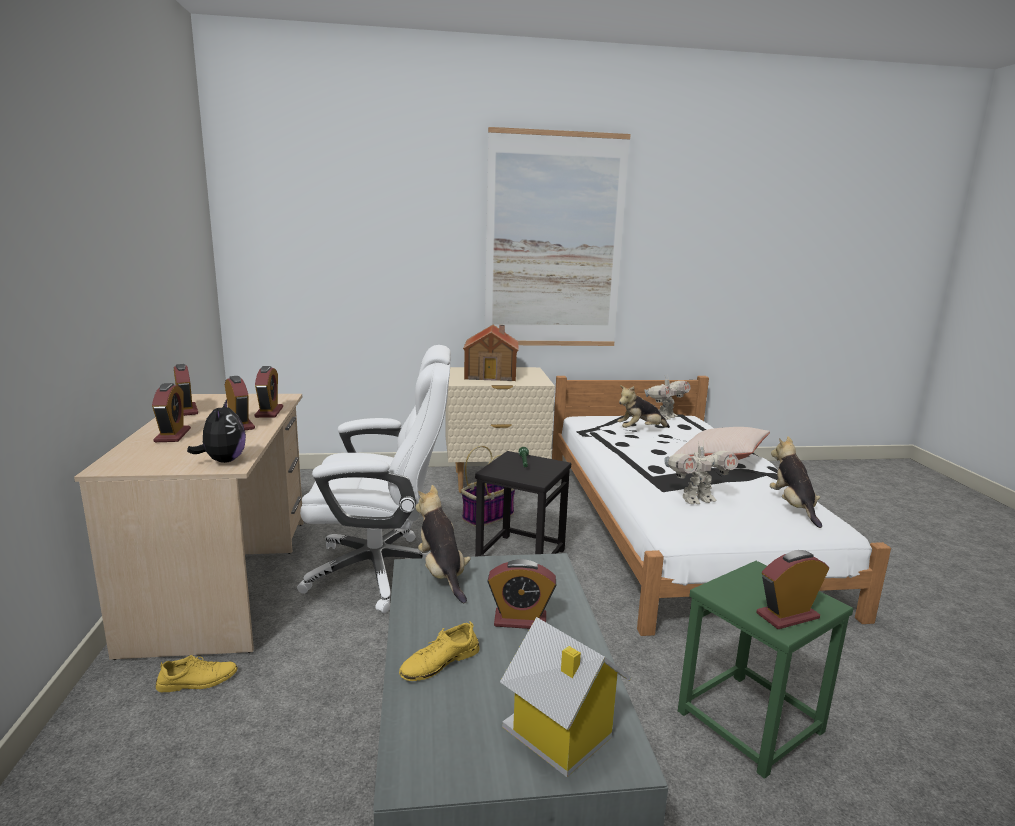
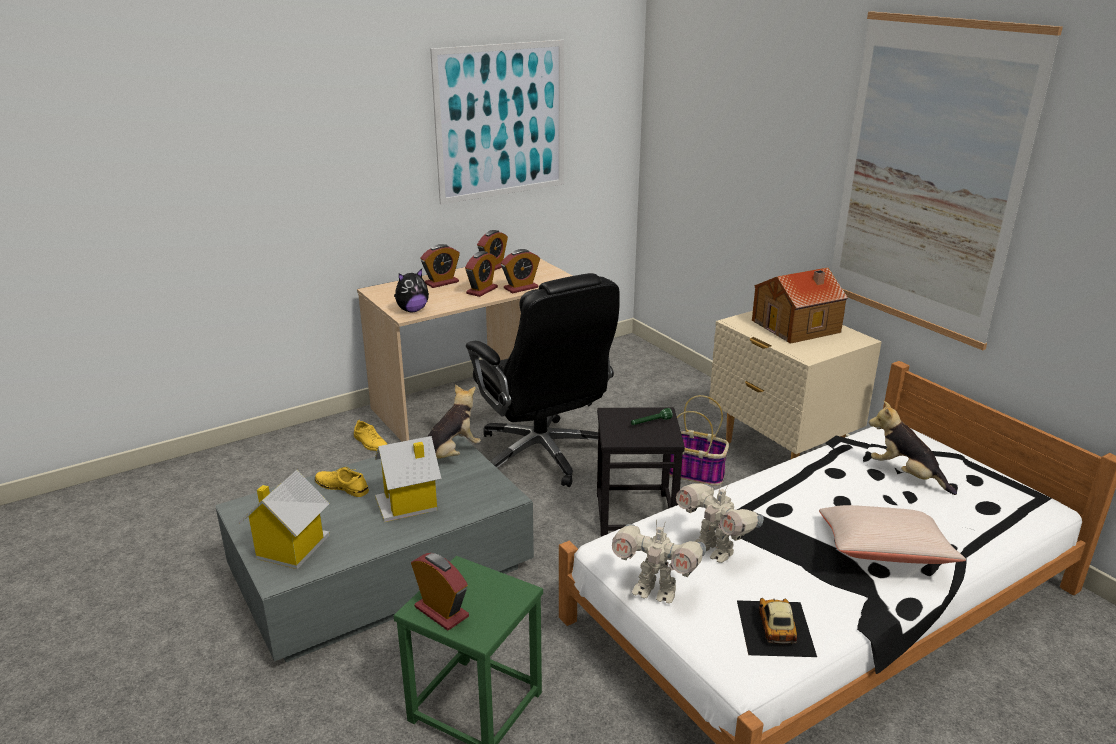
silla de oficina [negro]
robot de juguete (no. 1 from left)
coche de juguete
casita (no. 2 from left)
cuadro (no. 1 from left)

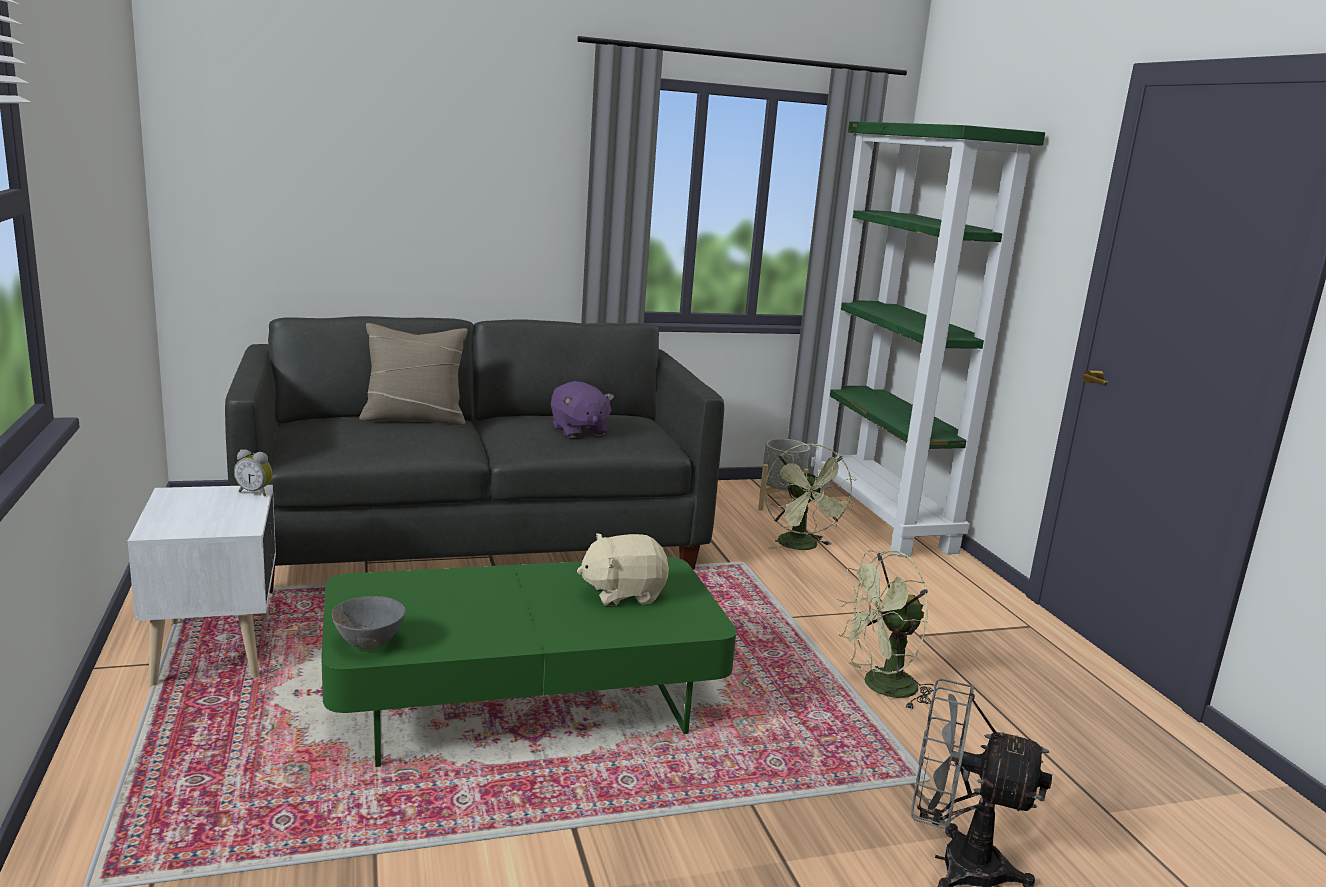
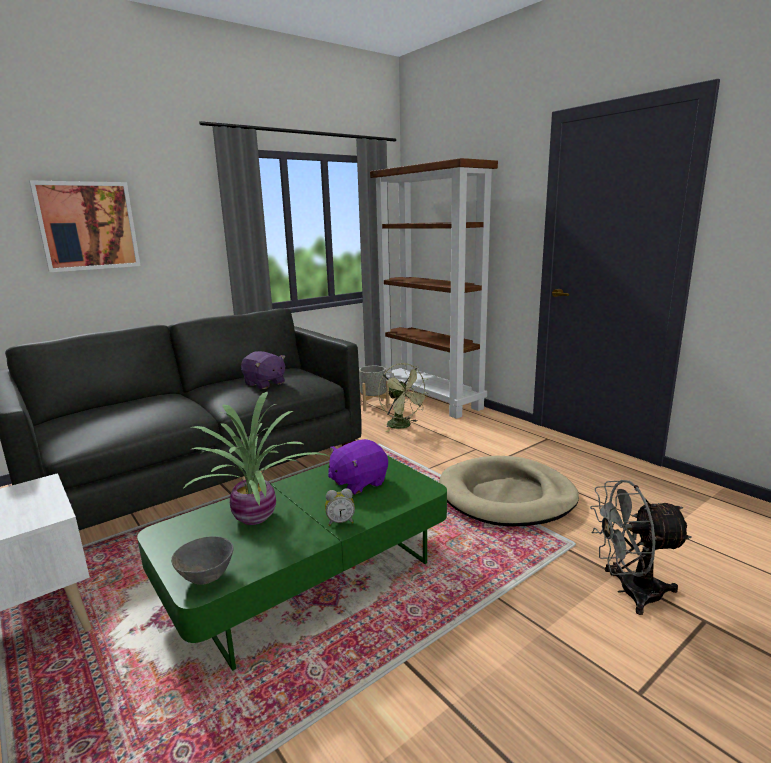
estantería [marrón]
cojín [beis]
despertador
peluche [morado] (no. 2 from left)
cama para perro [beis]
cuadro
planta en maceta

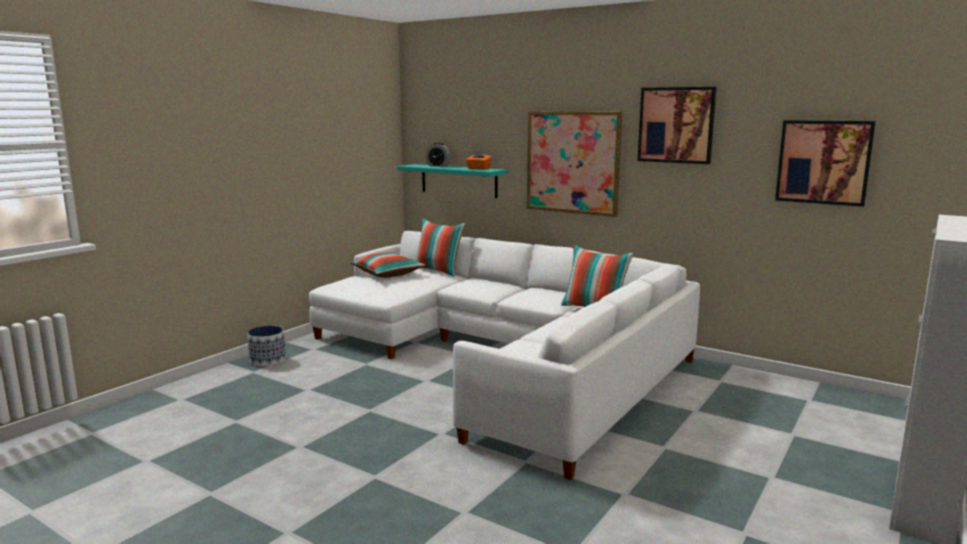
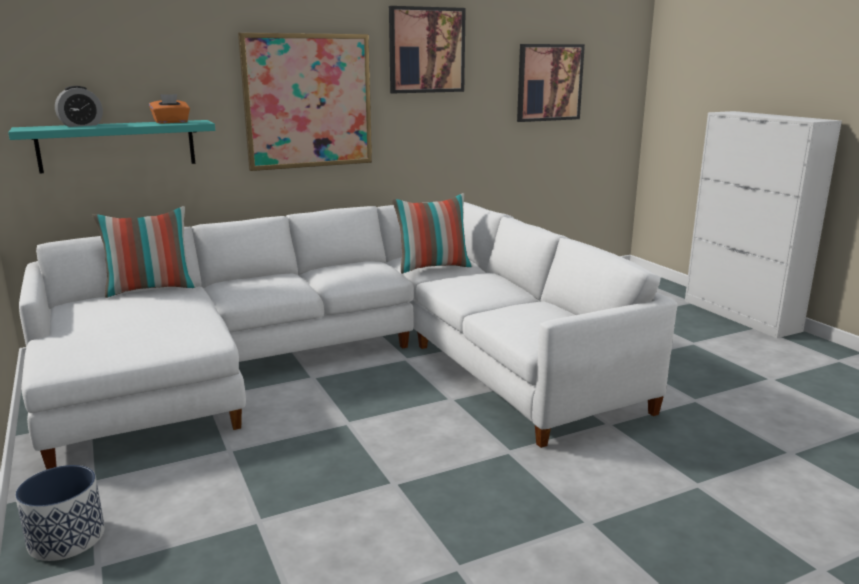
cojín (no. 1 from left in the first image)

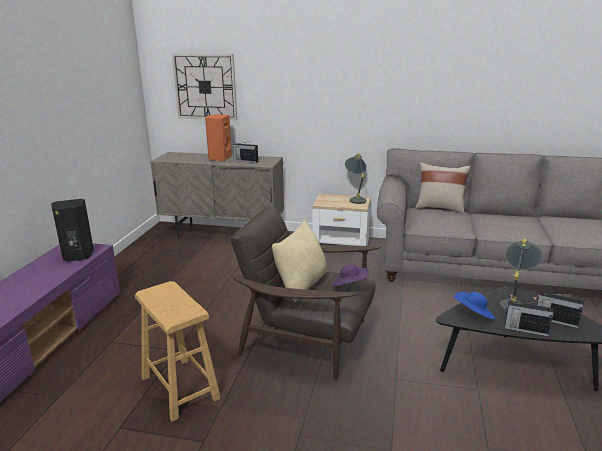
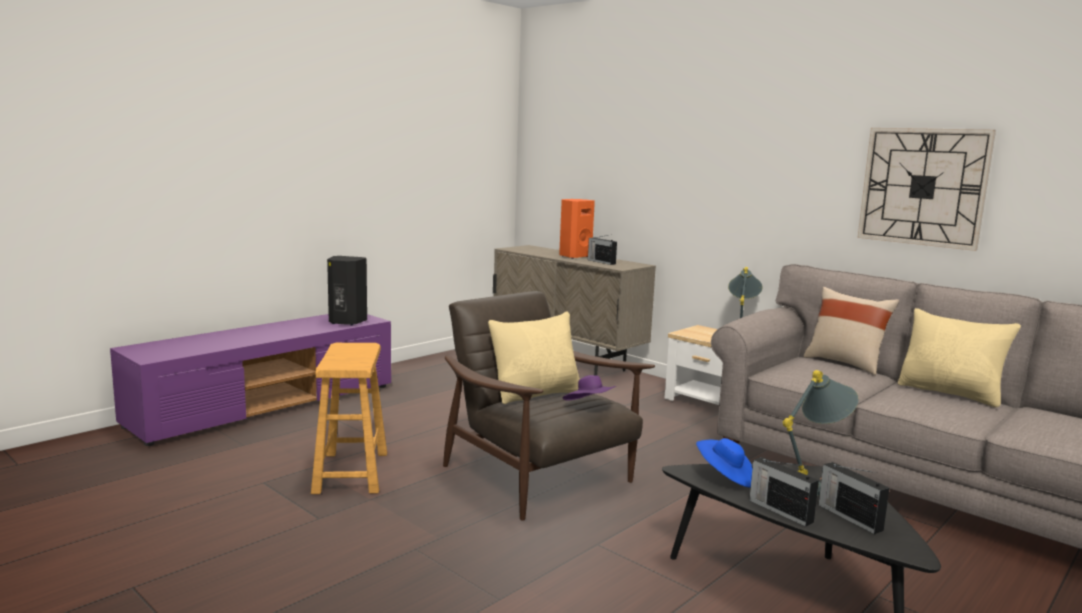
reloj de pared
cojín [beis] (no. 3 from left)

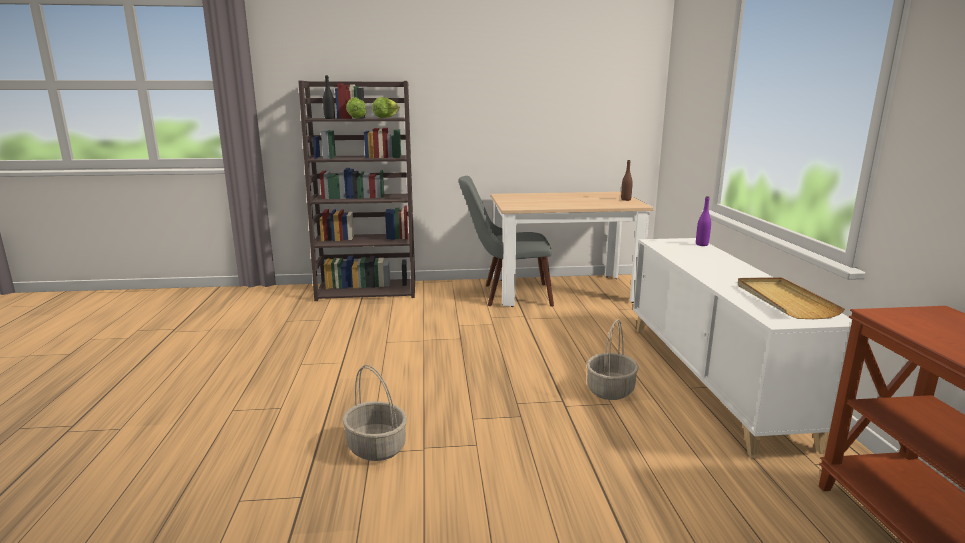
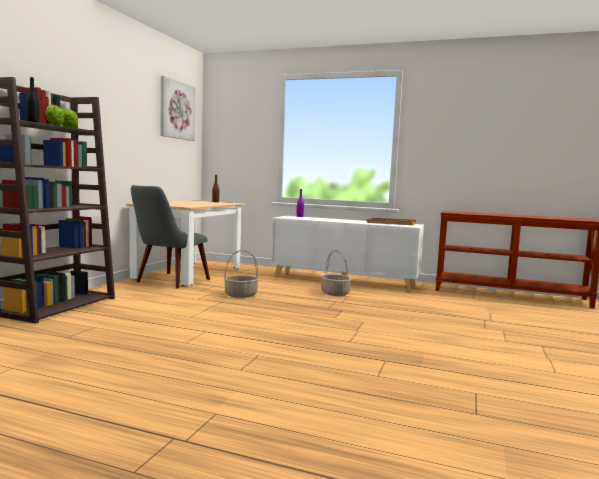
cesta (no. 1 from left)
cuadro

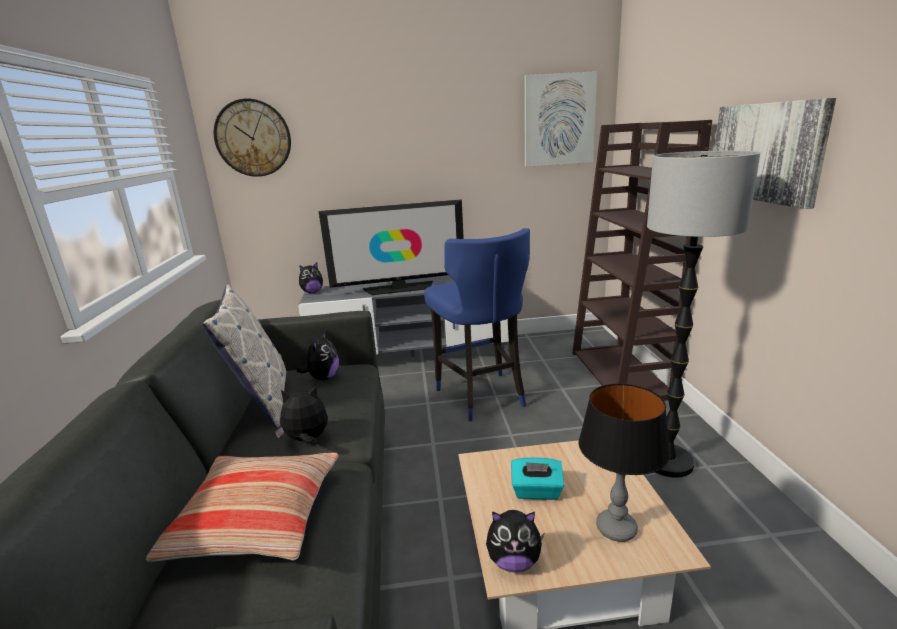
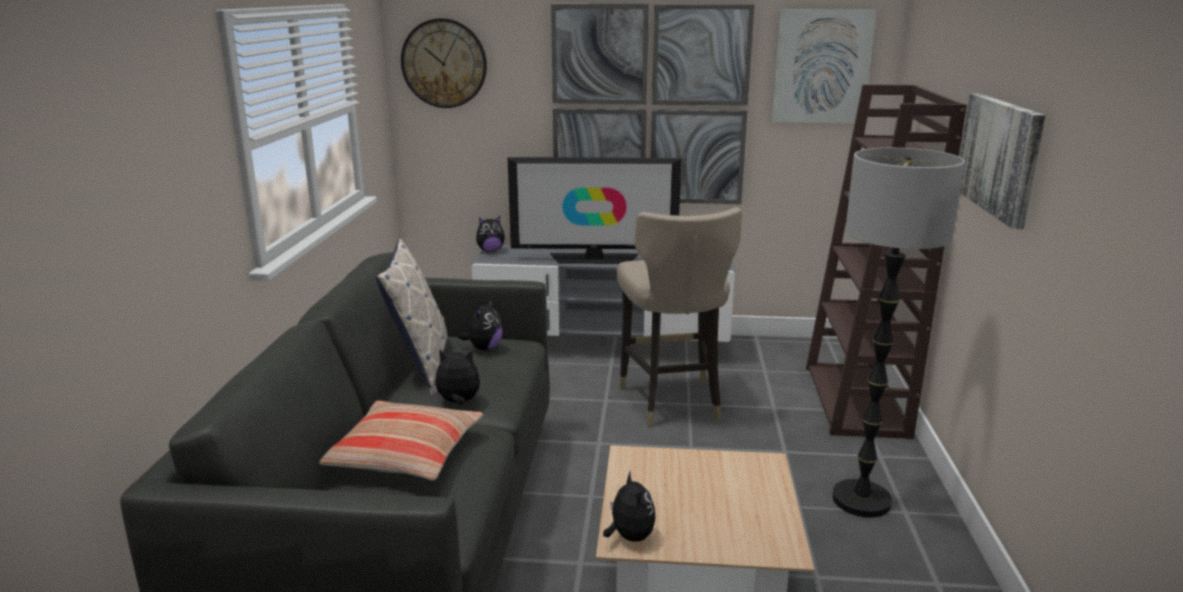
taburete [beis]
lámpara de mesa
caja de pañuelos [turquesa]
peluche (no. 4 from left)
cuadro (no. 1 from left)

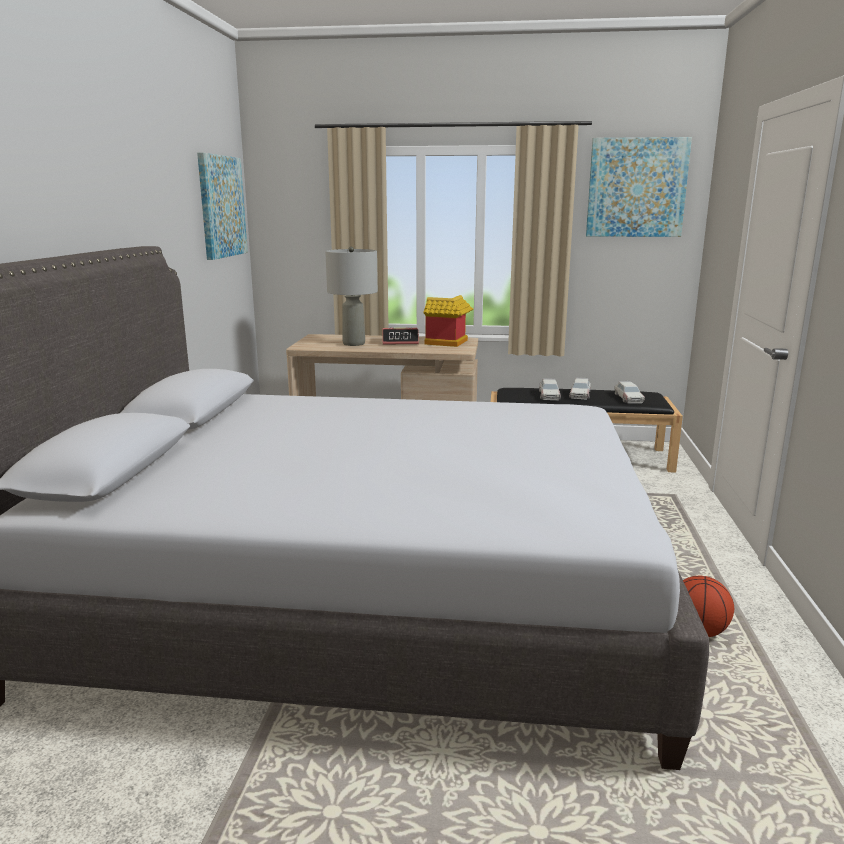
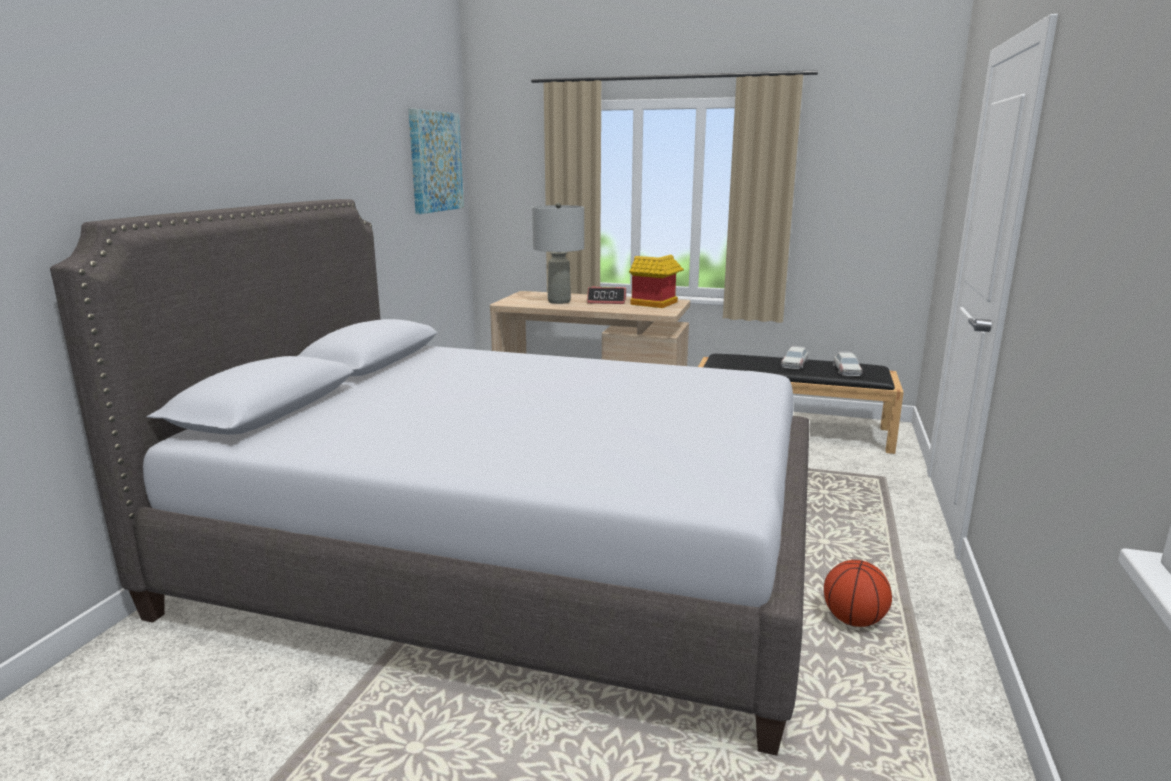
cuadro (no. 2 from left in the first image)
coche de juguete (no. 1 from left in the first image)

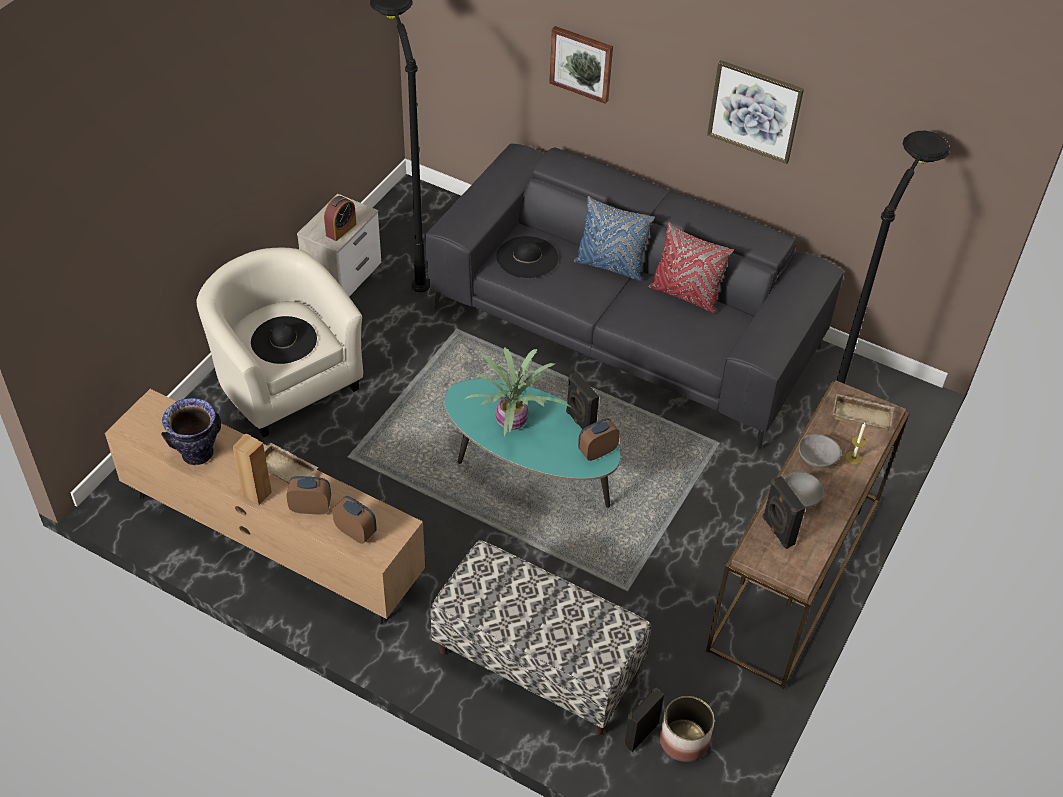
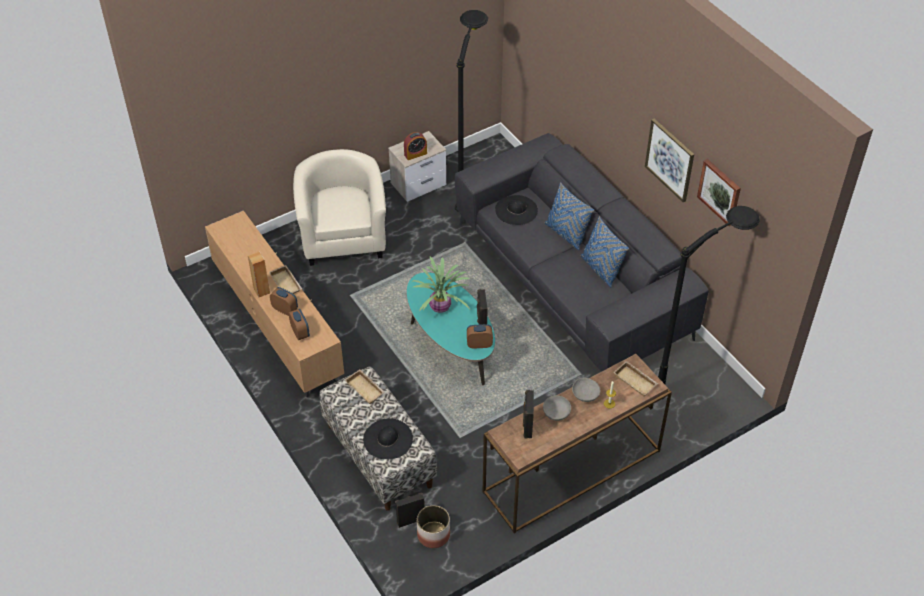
cuadro (no. 2 from left)
cojín [azul] (no. 2 from left)
sombrero [negro] (no. 1 from left)
florero
bandeja [beis] (no. 2 from left)

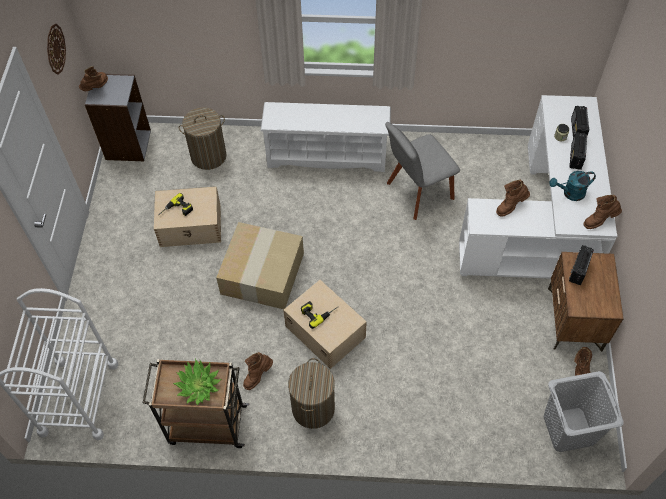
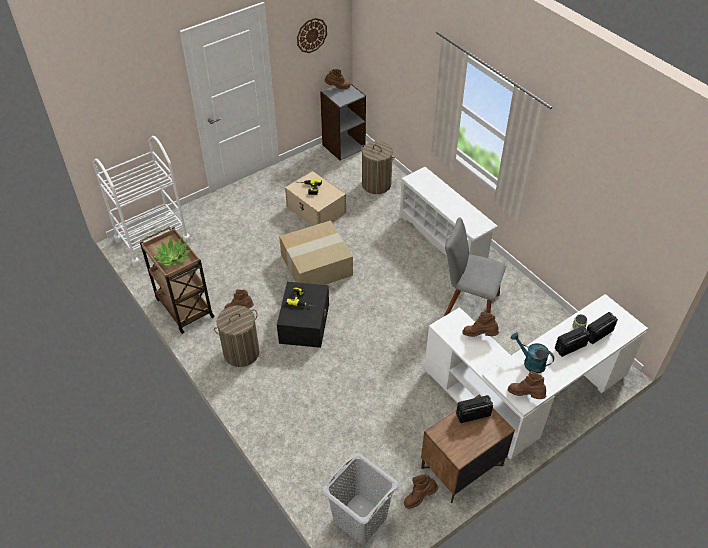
caja de almacenaje [negro]

